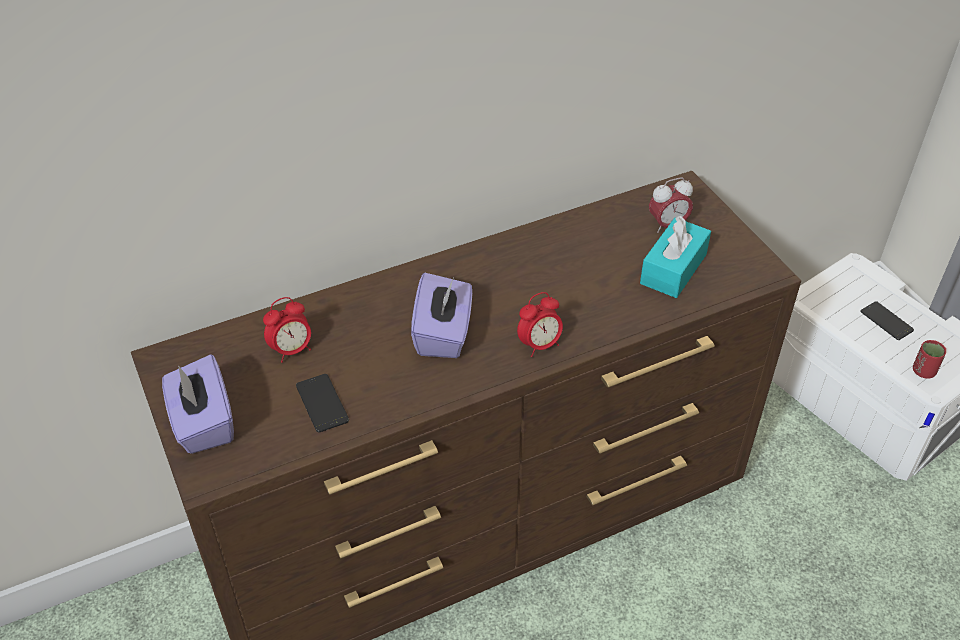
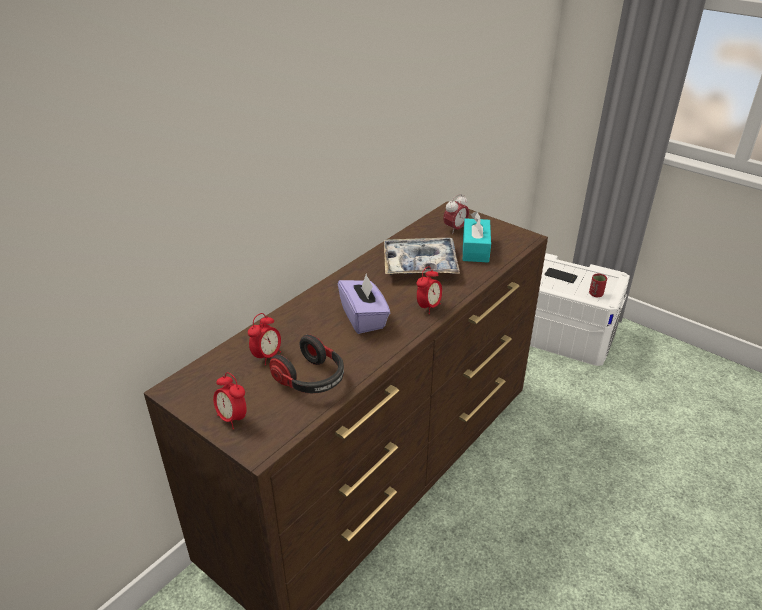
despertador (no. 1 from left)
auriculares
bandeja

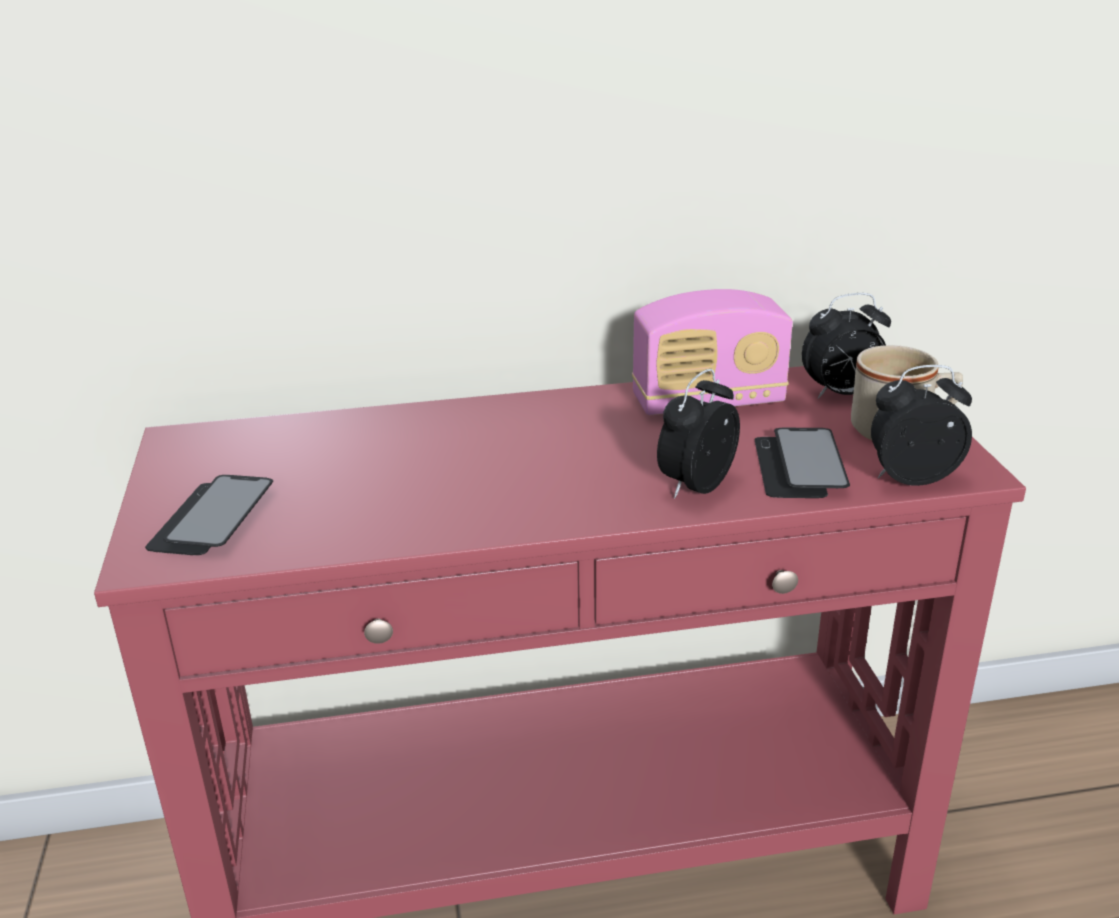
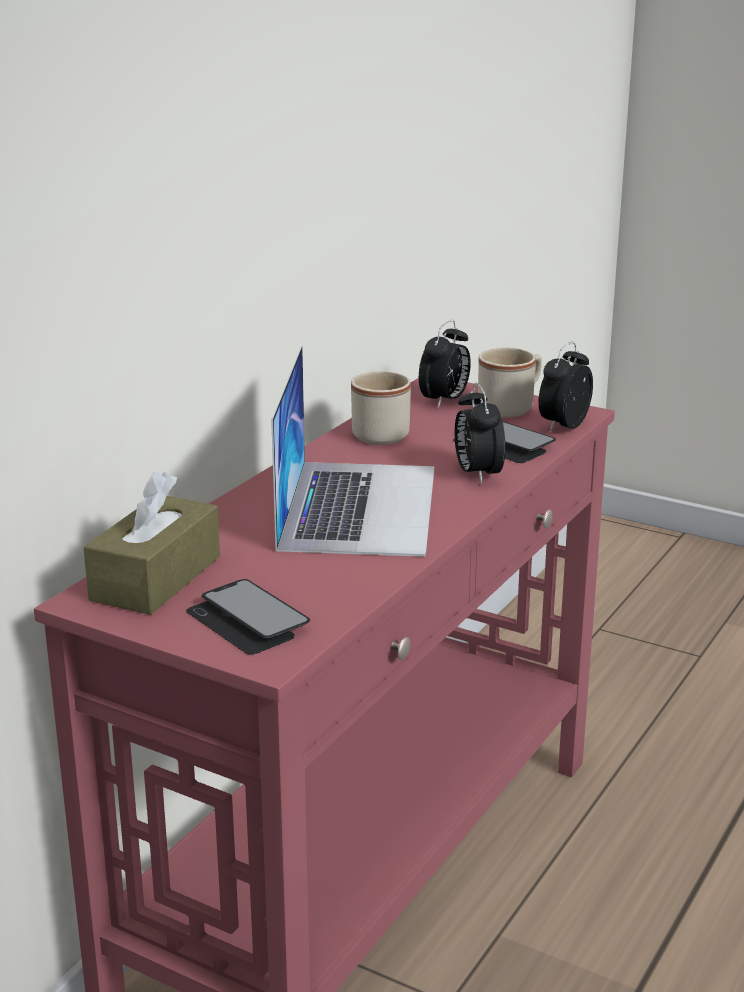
taza grande [beis] (no. 1 from left)
portátil
caja de pañuelos [marrón]

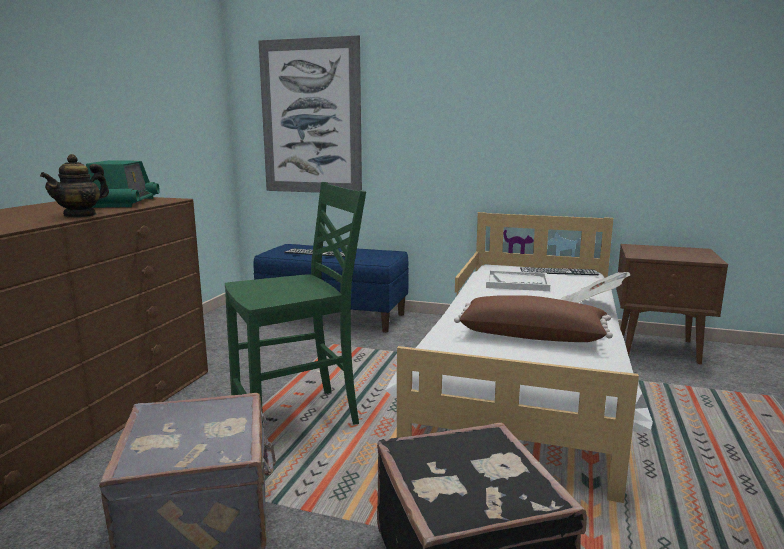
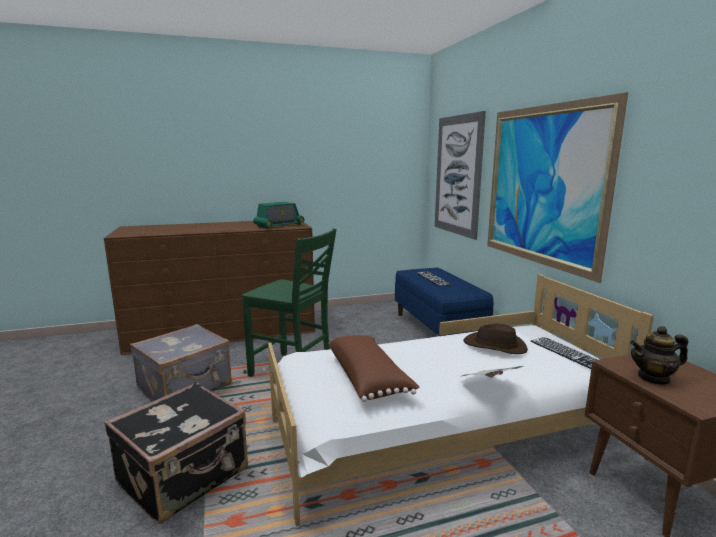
tetera
sombrero [marrón]
cuadro (no. 2 from left)

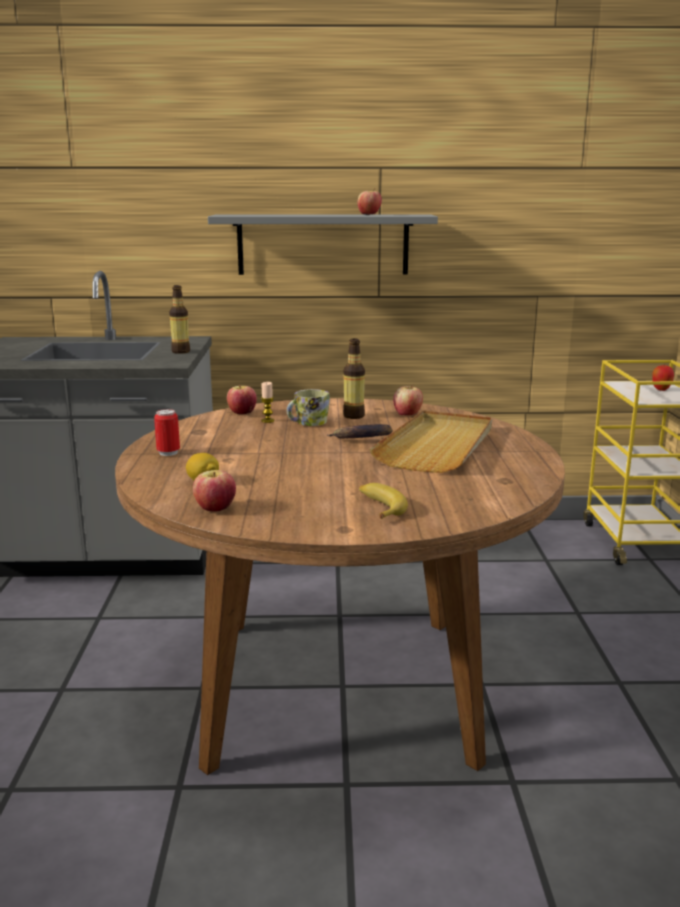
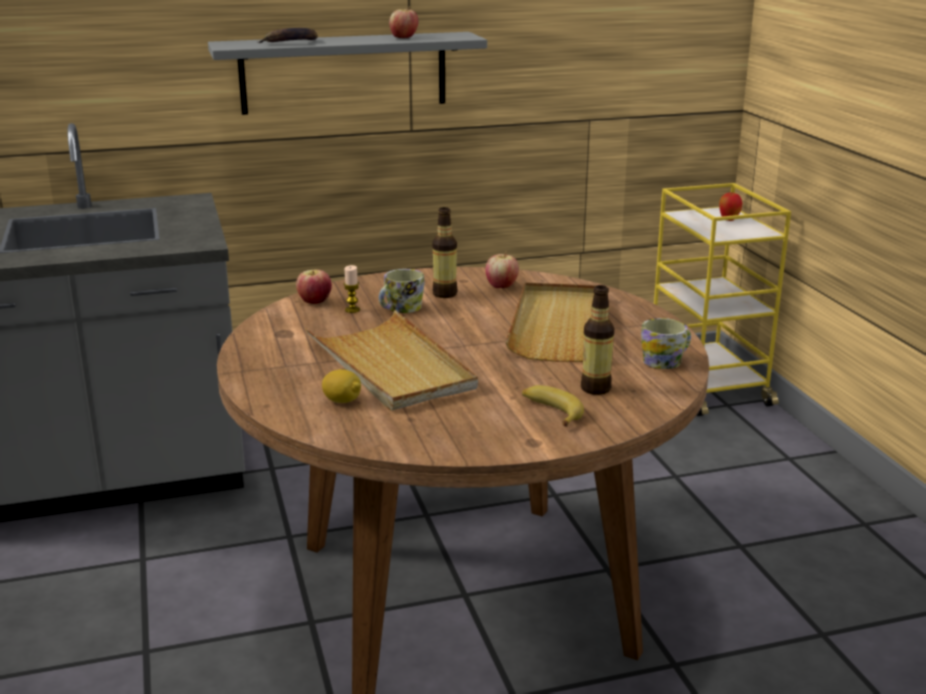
botella (no. 2 from left)
lata
plátano (no. 1 from left)
manzana (no. 1 from left in the first image)
bandeja [beis] (no. 1 from left)
taza grande (no. 2 from left)

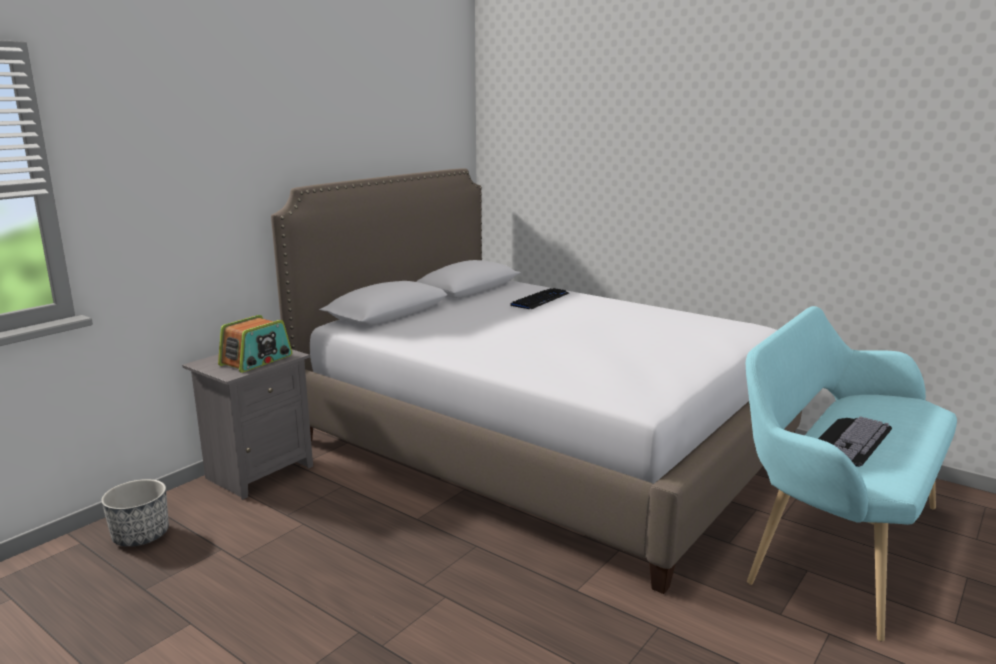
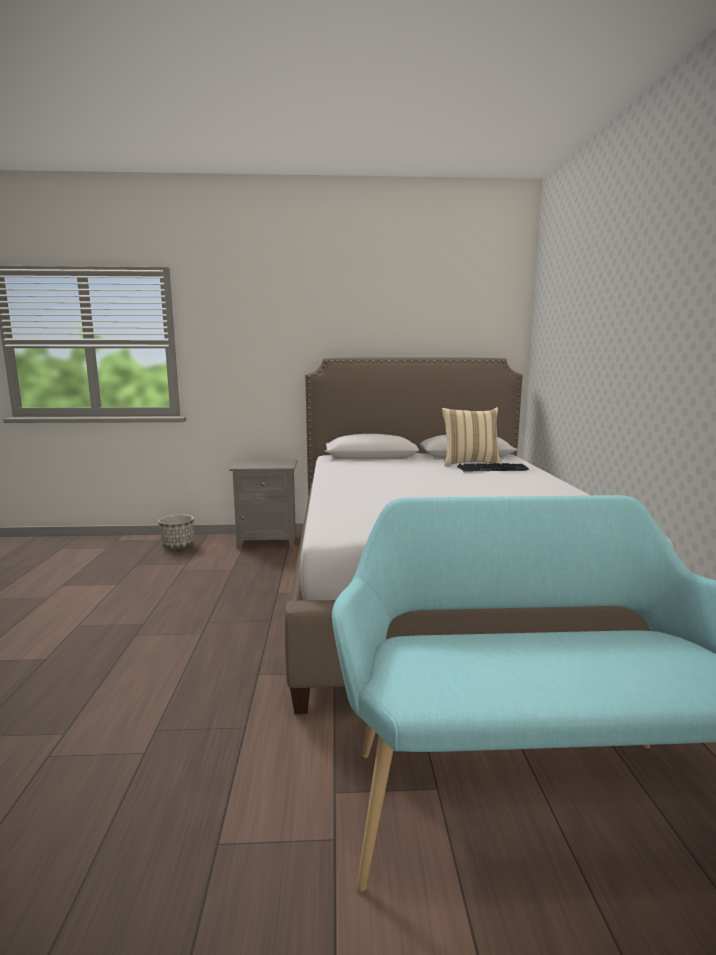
radio
teclado (no. 2 from left in the first image)
cojín [beis]

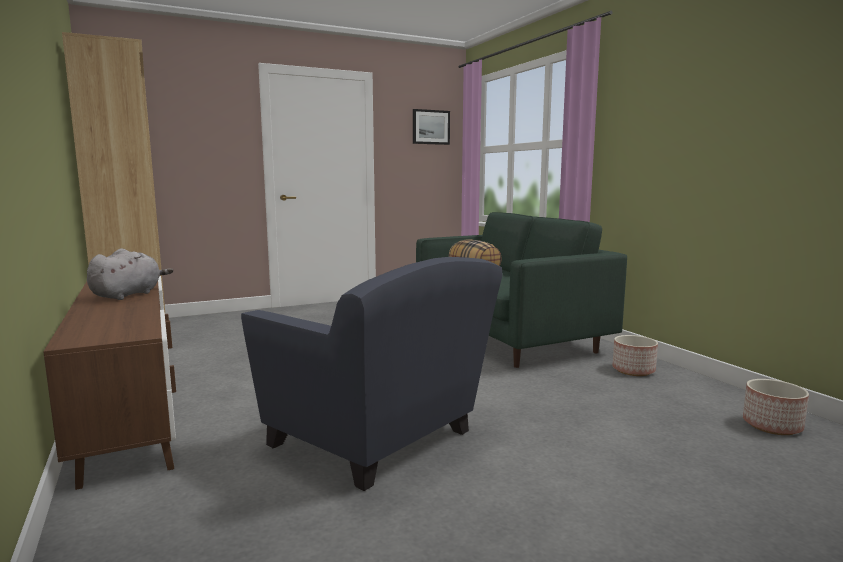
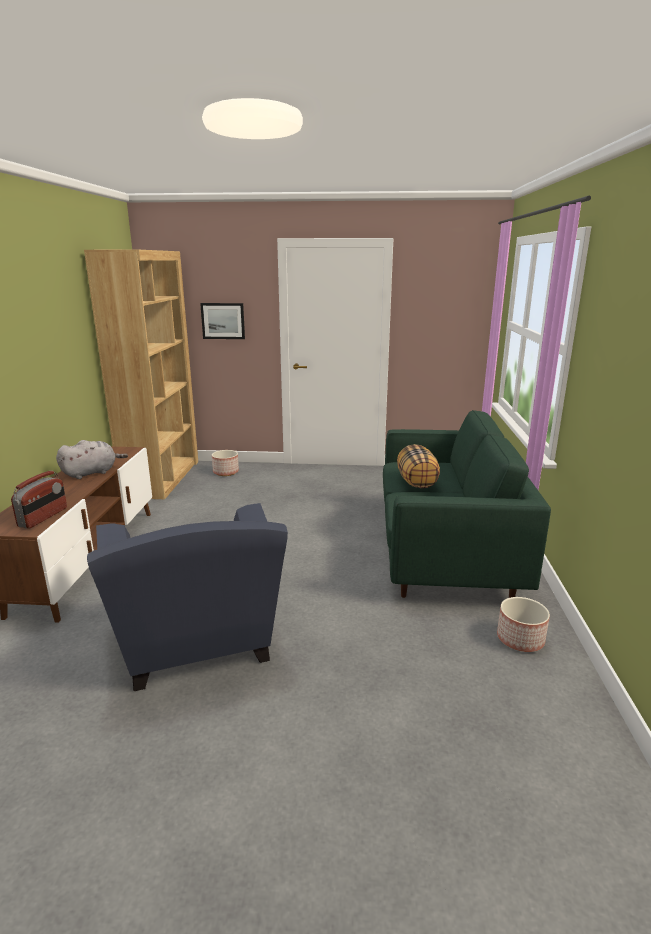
cuadro
maceta (no. 1 from left)
radio

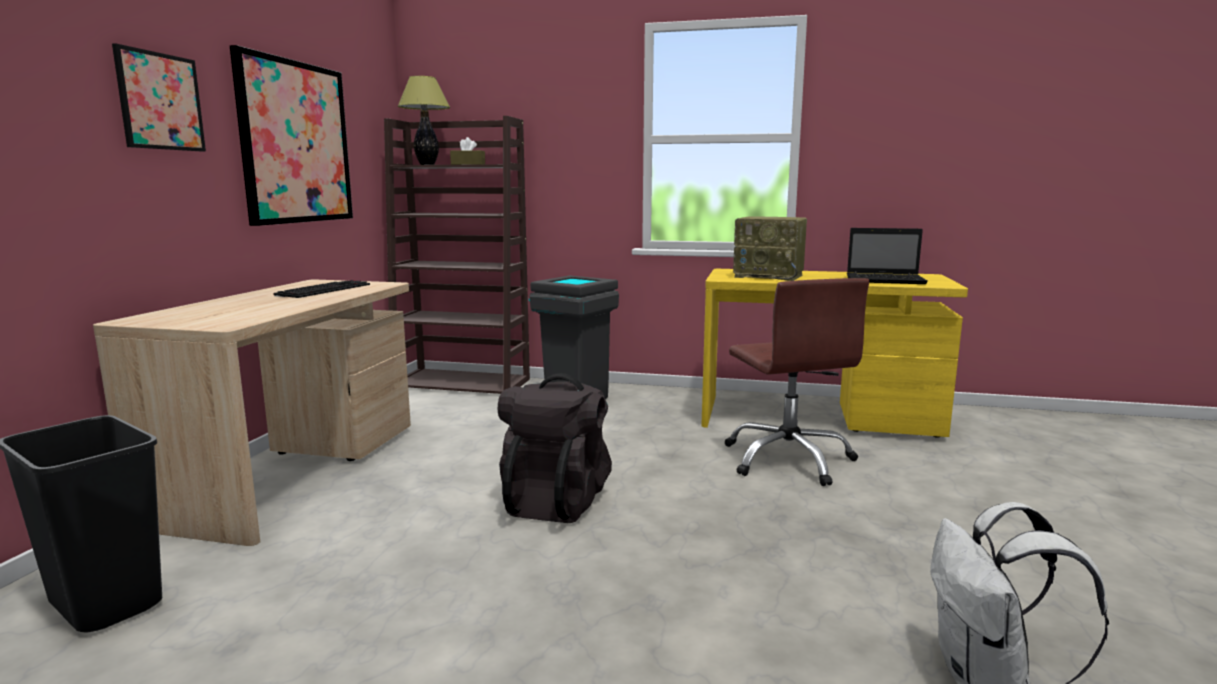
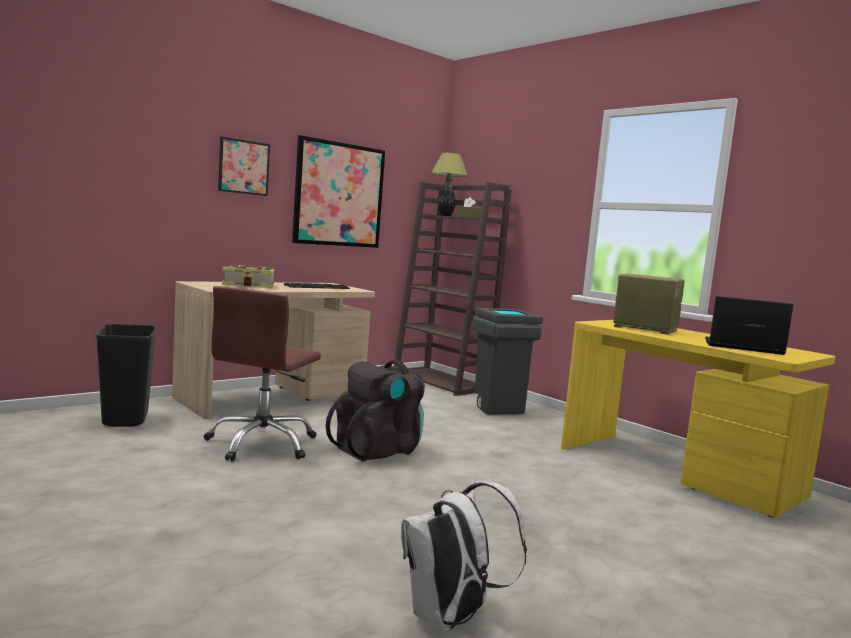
radio
portátil
silla de oficina [marrón]
libro

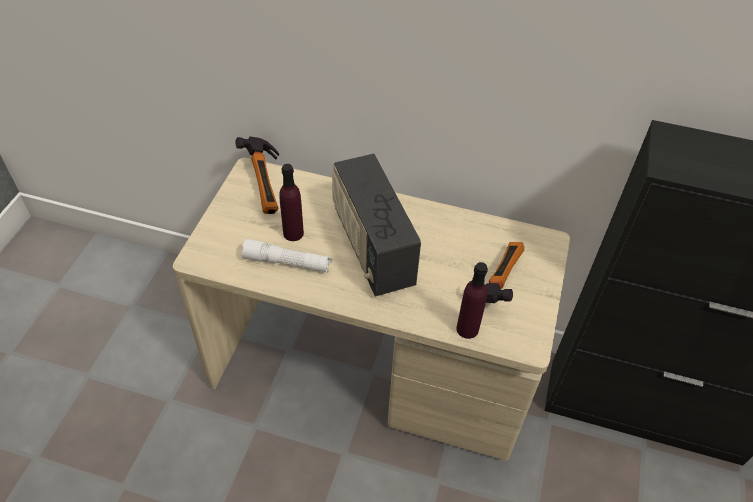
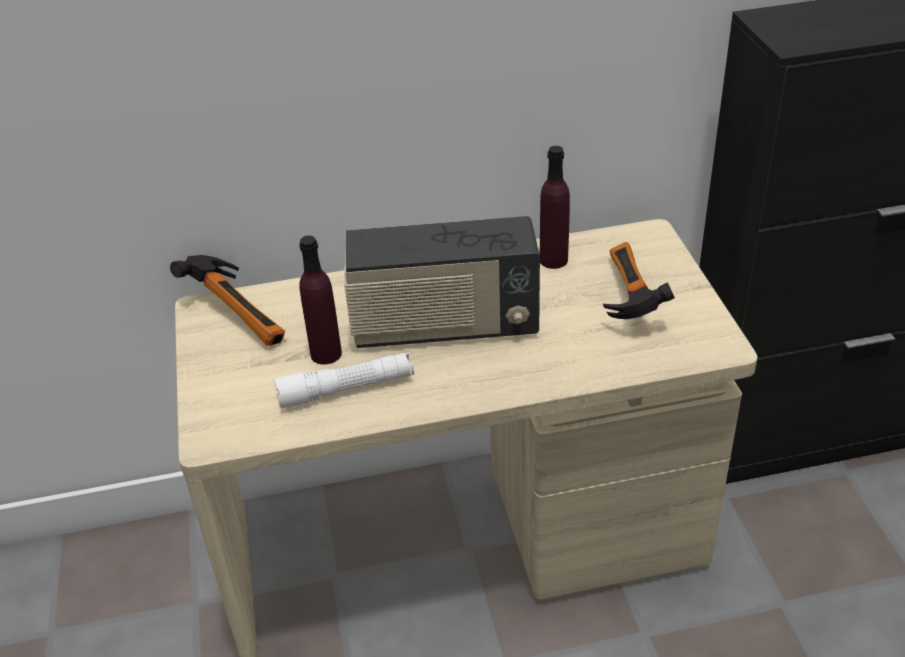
radio
botella [morado] (no. 2 from left)

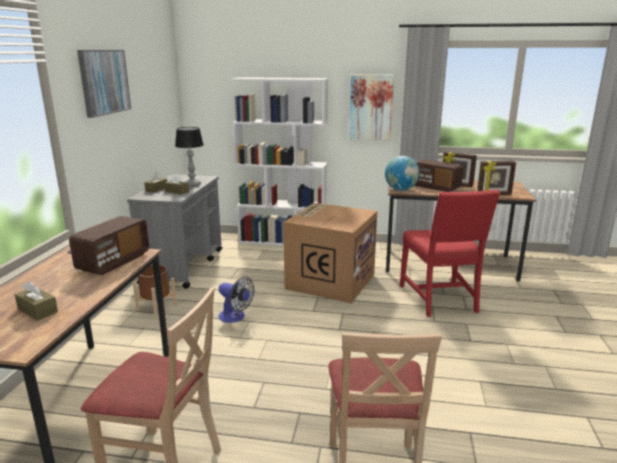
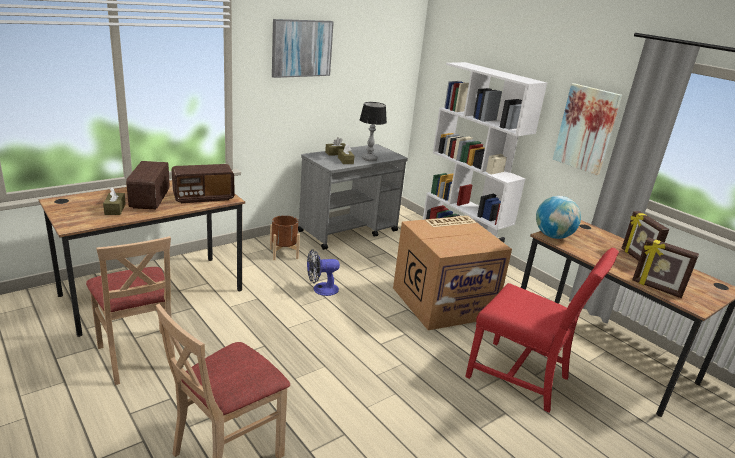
radio (no. 1 from left)
silla [rojo]
ventilador

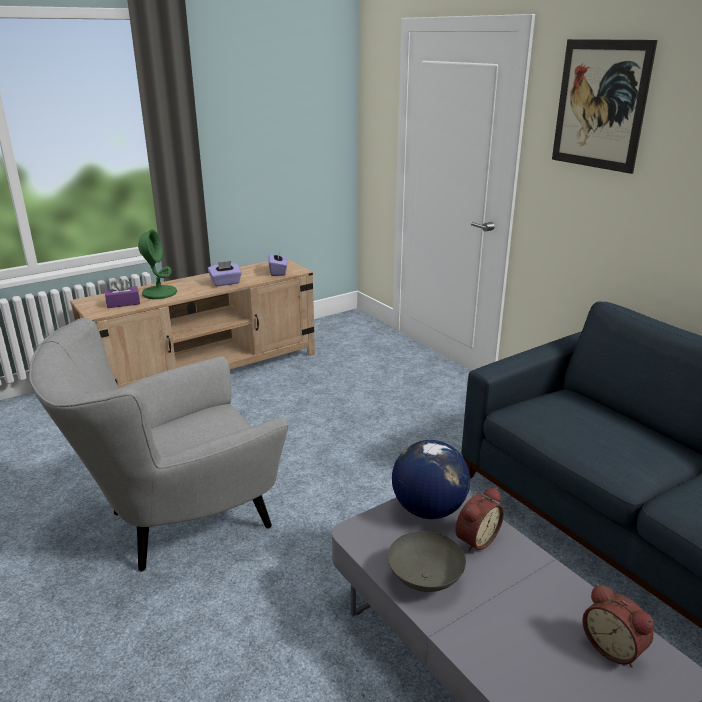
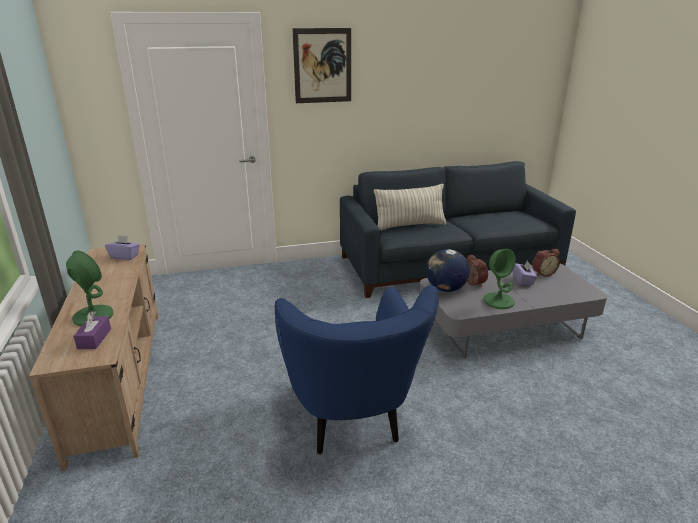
caja de pañuelos [morado] (no. 3 from left)
sillón [azul]
lámpara de mesa [verde] (no. 2 from left)
cojín

